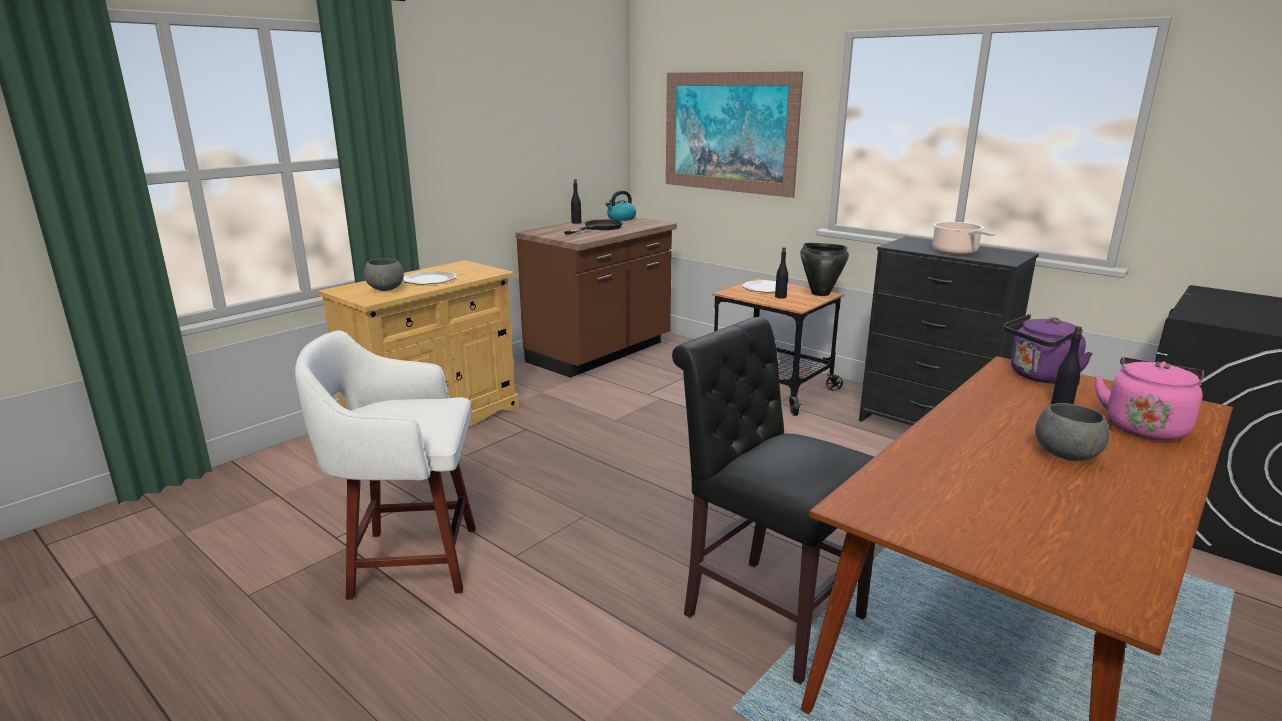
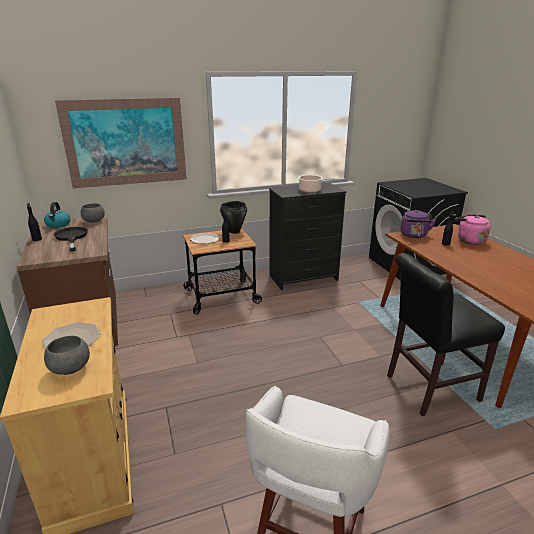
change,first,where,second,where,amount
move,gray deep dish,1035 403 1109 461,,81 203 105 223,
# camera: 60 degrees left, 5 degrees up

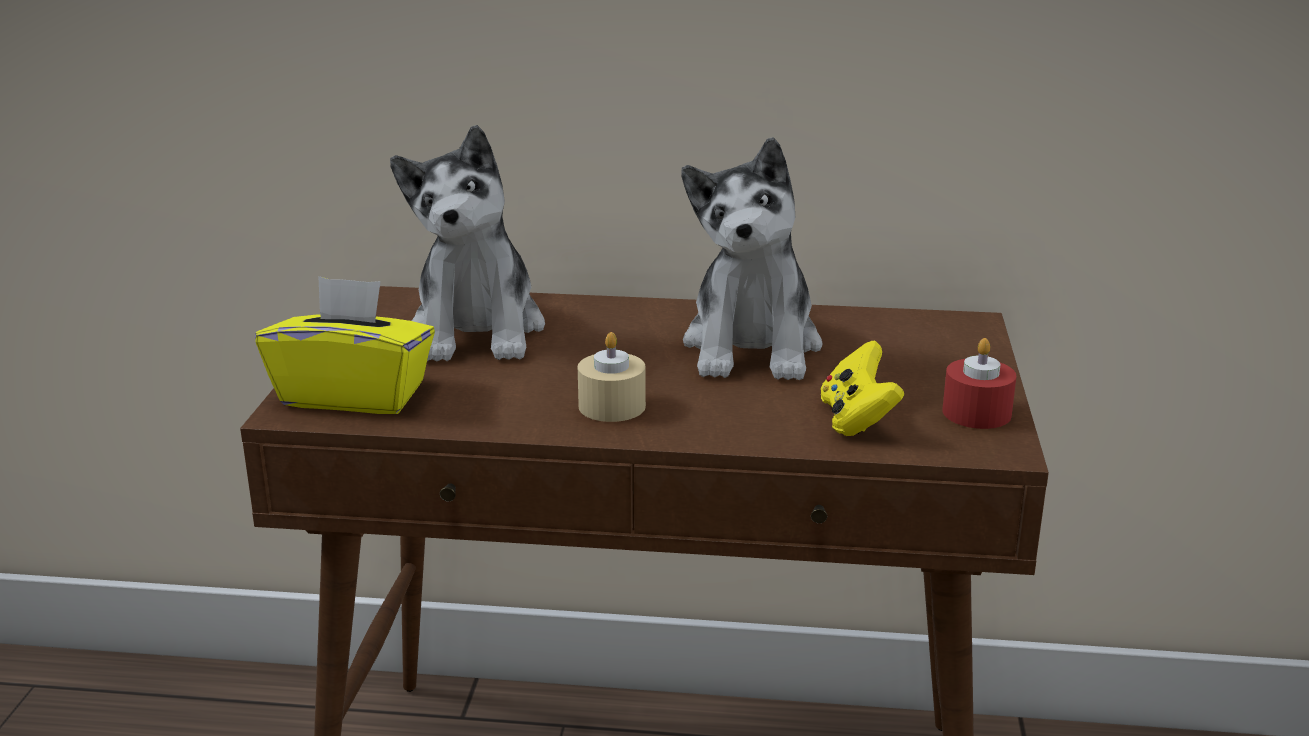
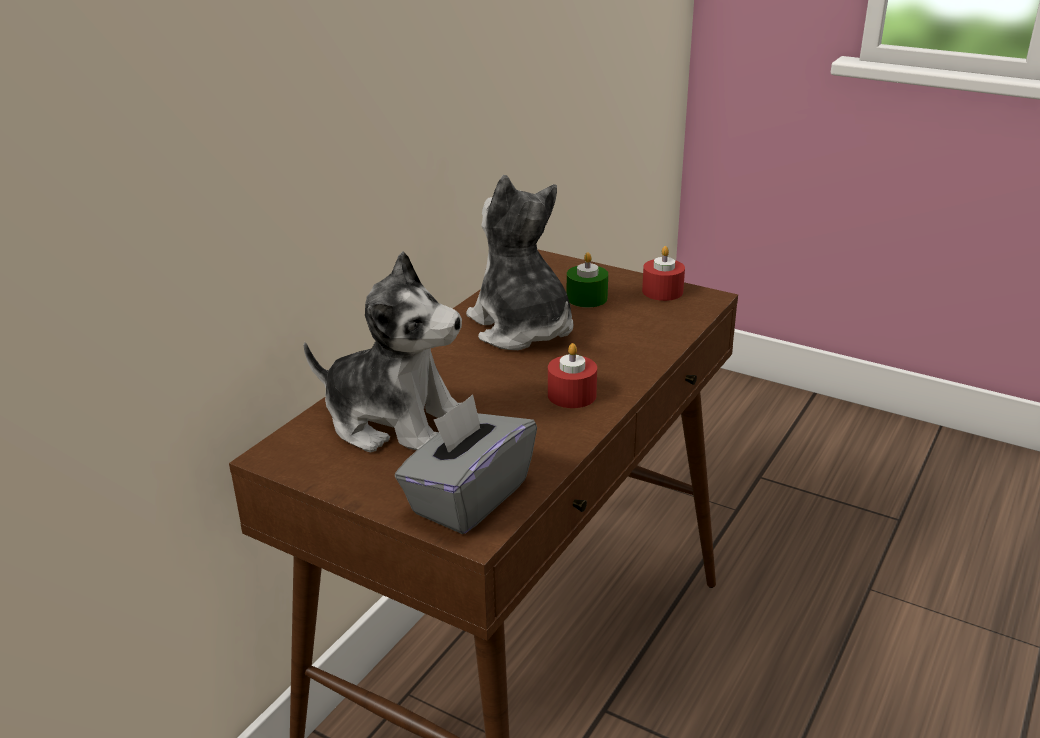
change,first,where,second,where,amount
recolor,yellow tissue box,255 276 435 414,gray tissue box,395 394 537 534,
rotate,cuddly toy,681 137 823 380,,466 175 573 350,150 degrees counterclockwise
recolor,beige-coloured candle,578 332 646 422,reddish candle,548 343 597 408,
insert,,,green candle,567 252 608 308,
delete,yellow gamepad,821 341 904 436,,,
# camera: 65 degrees left, 5 degrees up

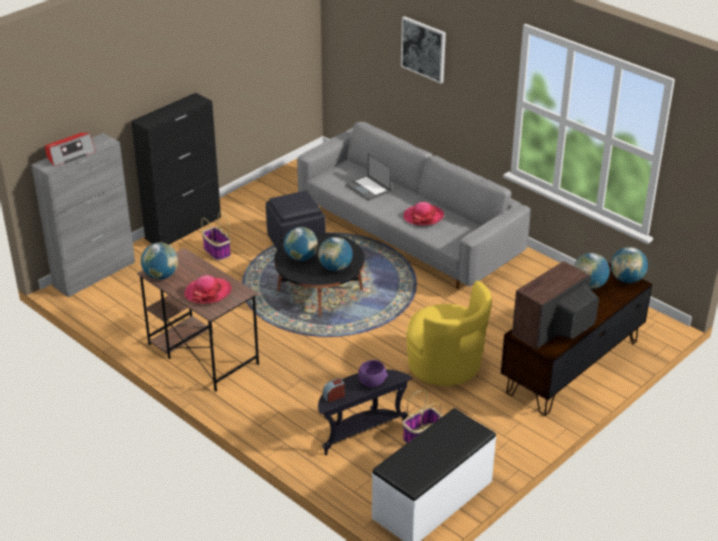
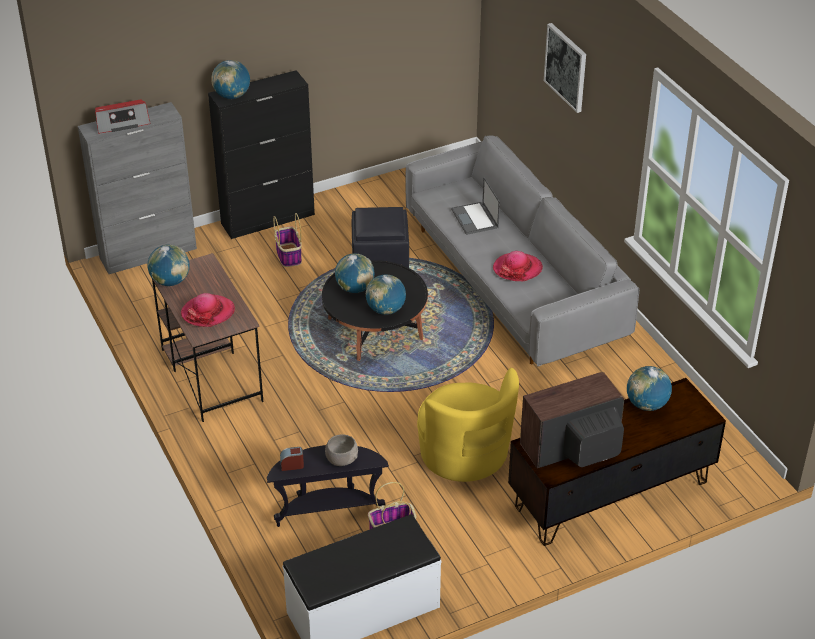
change,first,where,second,where,amount
move,globe,611 247 648 283,,211 60 250 99,
recolor,purplish deep dish,358 360 388 388,gray deep dish,325 435 358 466,
# camera: 20 degrees right, 5 degrees up

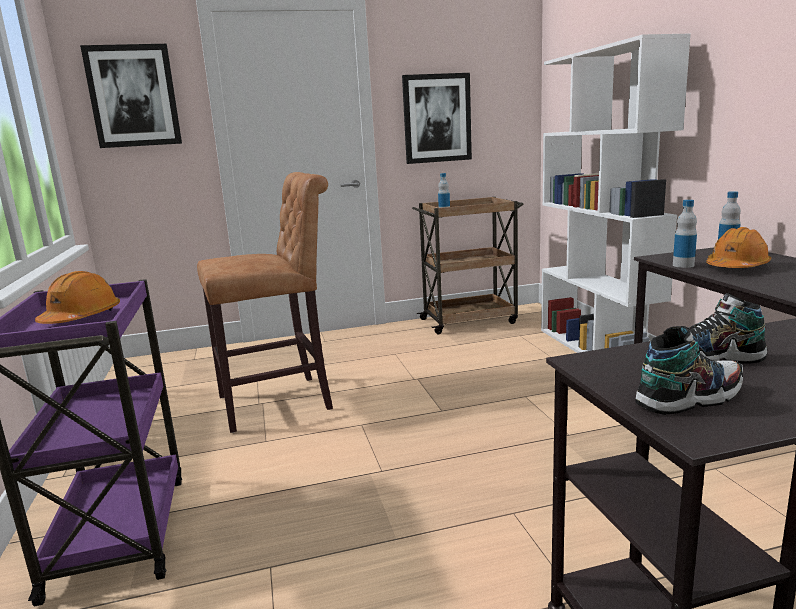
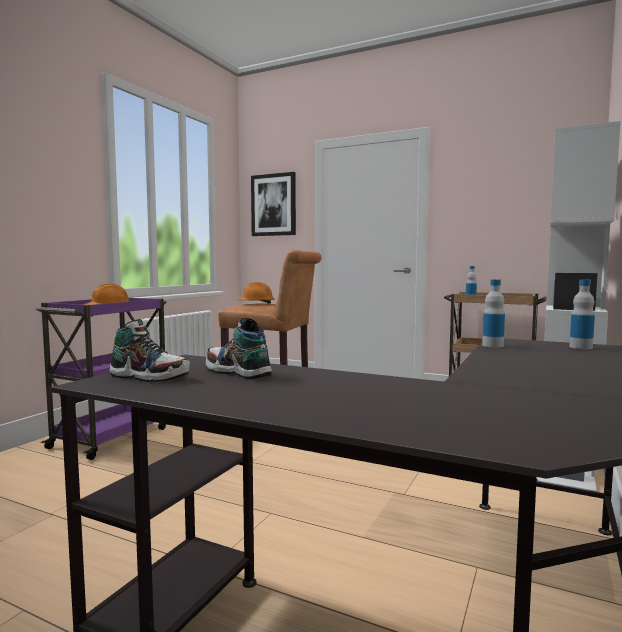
change,first,where,second,where,amount
move,orange-coloured work helmet,706 227 771 268,,237 282 275 304,
delete,wall picture,402 73 472 164,,,
# camera: 40 degrees right, 10 degrees down

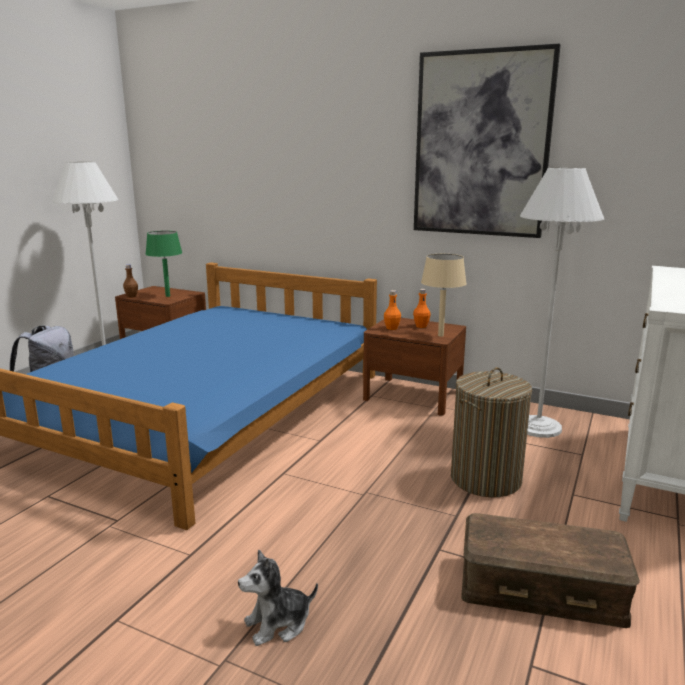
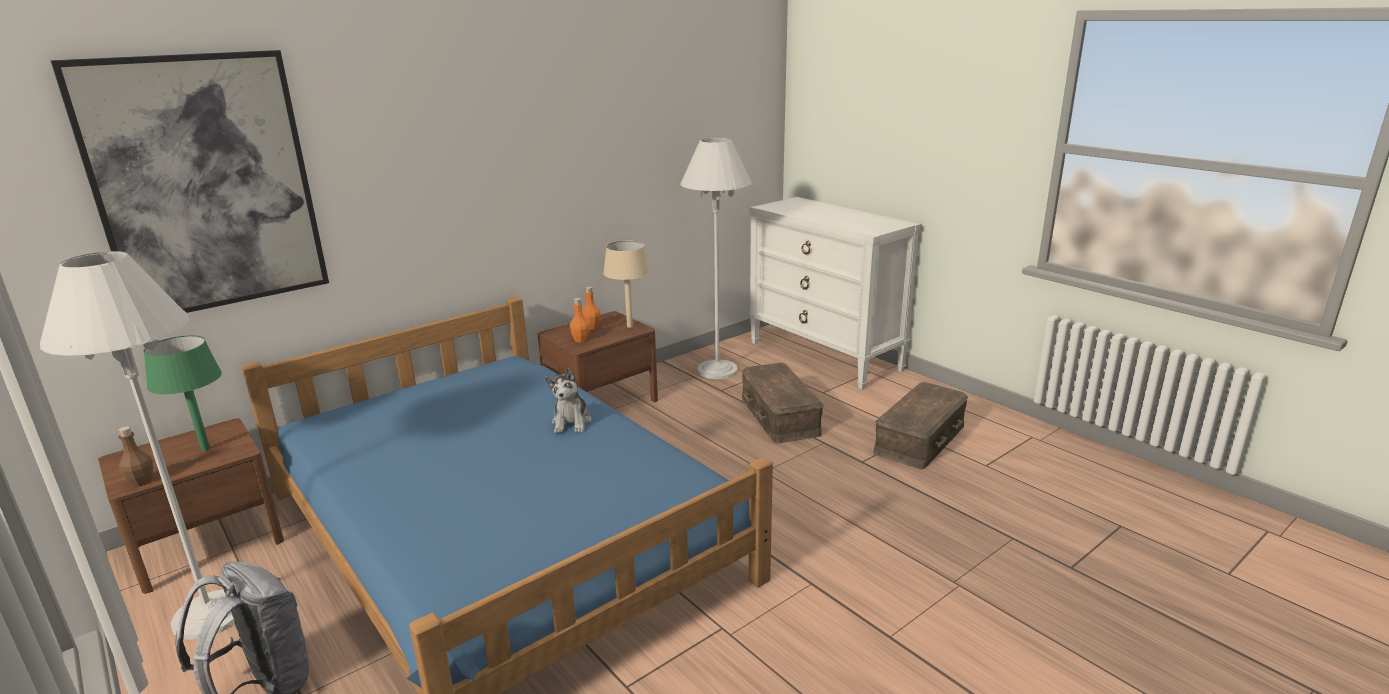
change,first,where,second,where,amount
move,wall picture,414 43 561 238,,50 50 329 313,
move,cuddly toy,238 550 318 646,,546 368 592 433,
replace,washing basket,451 367 532 497,brown storage container,742 363 823 443,
# camera: 65 degrees left, 5 degrees up

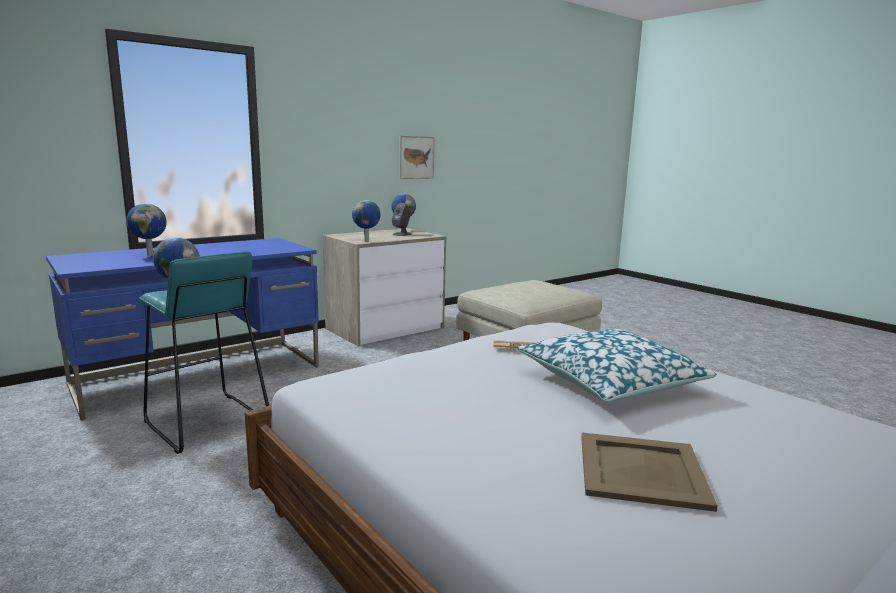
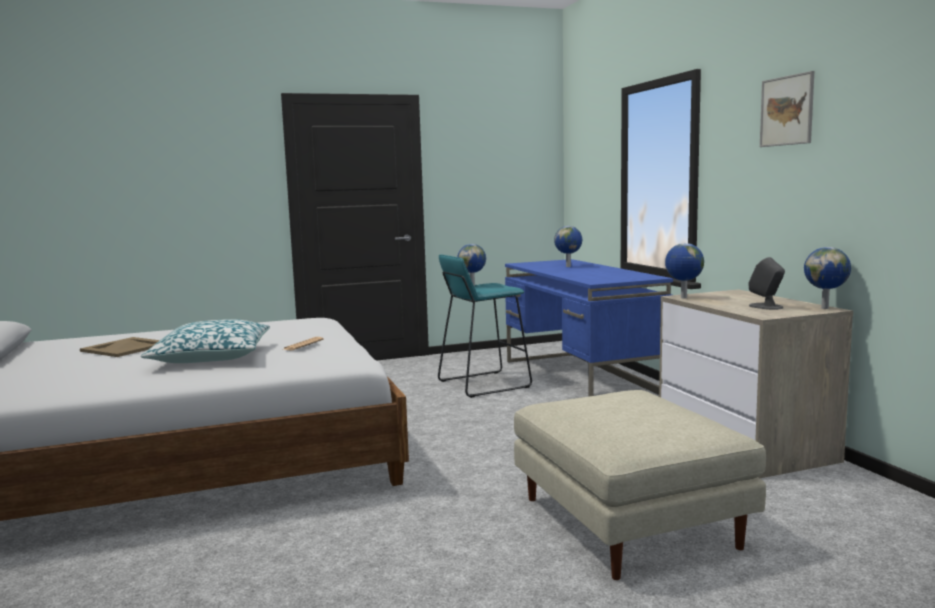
change,first,where,second,where,amount
move,wall picture,399 136 434 179,,760 71 814 147,
# camera: 110 degrees right, 5 degrees down

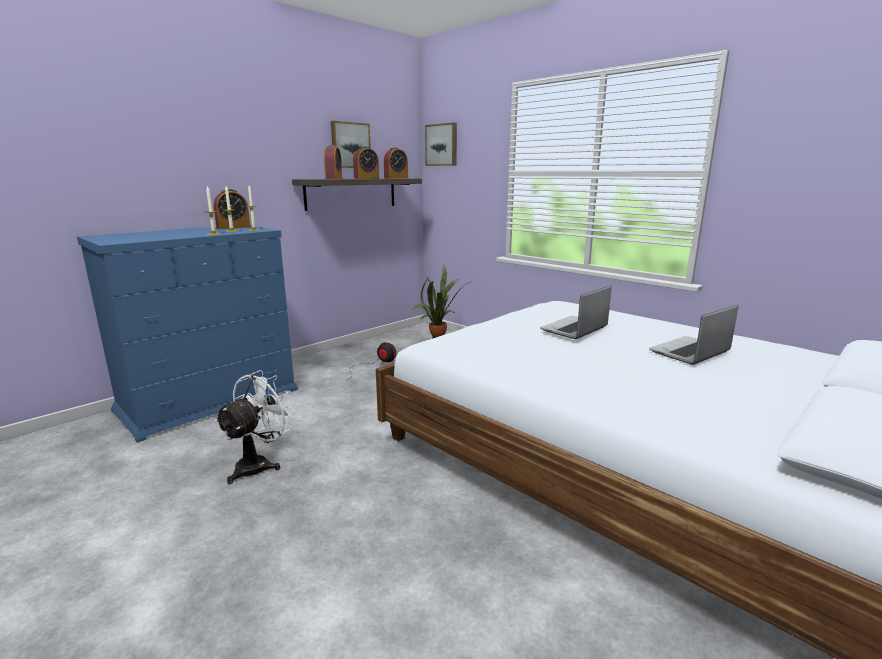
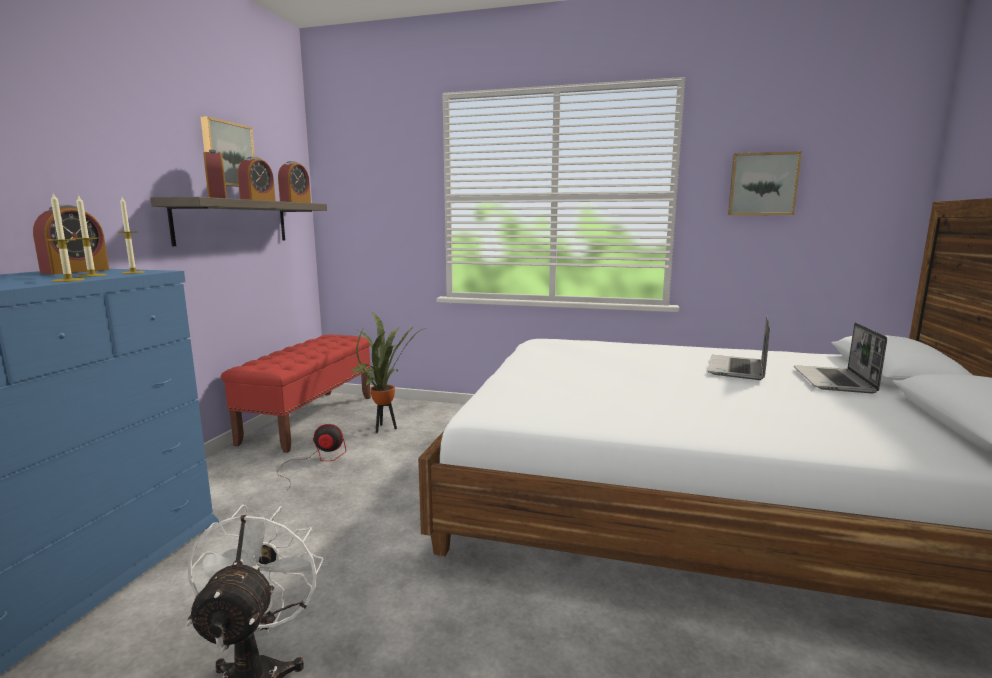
change,first,where,second,where,amount
insert,,,reddish indoor bench,221 335 371 453,
move,wall picture,425 123 457 166,,728 151 802 215,
move,portable computer,540 285 612 339,,794 322 887 393,
# camera: 30 degrees left, 5 degrees down

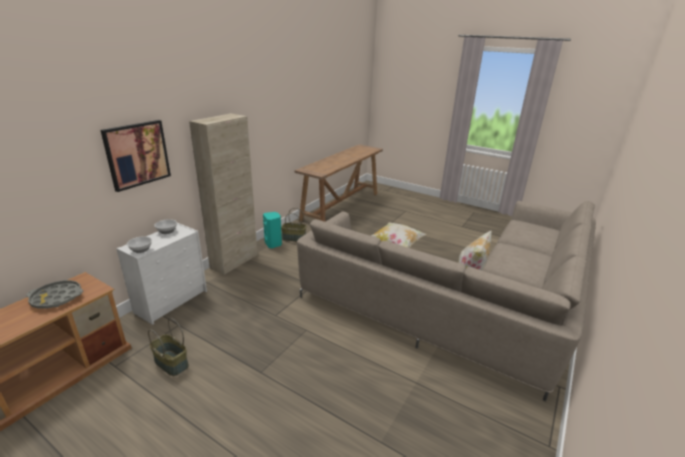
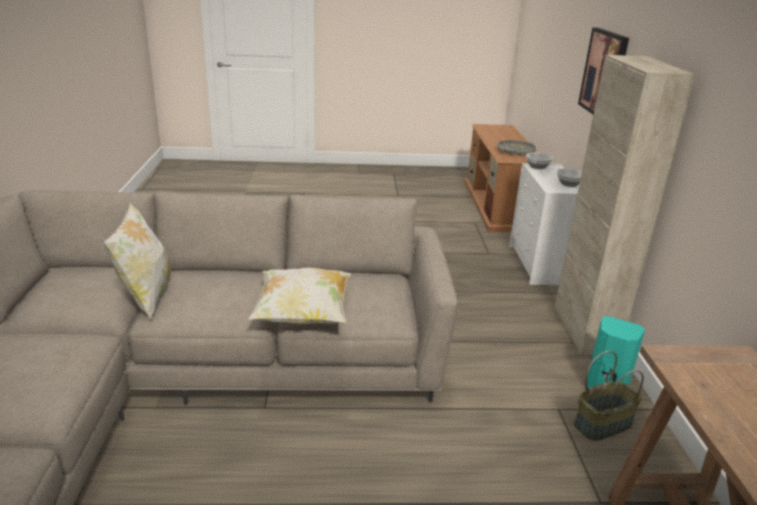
change,first,where,second,where,amount
delete,storage basket,148 318 189 376,,,
# camera: 145 degrees right, 0 degrees up

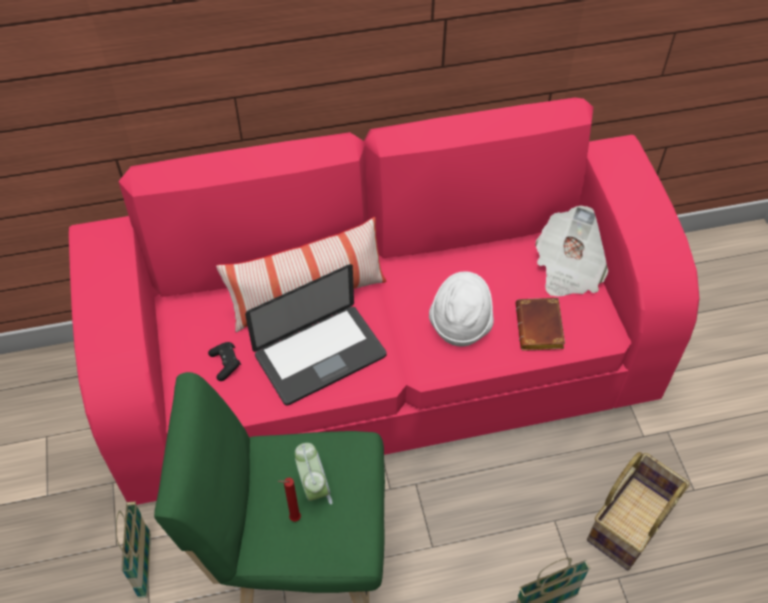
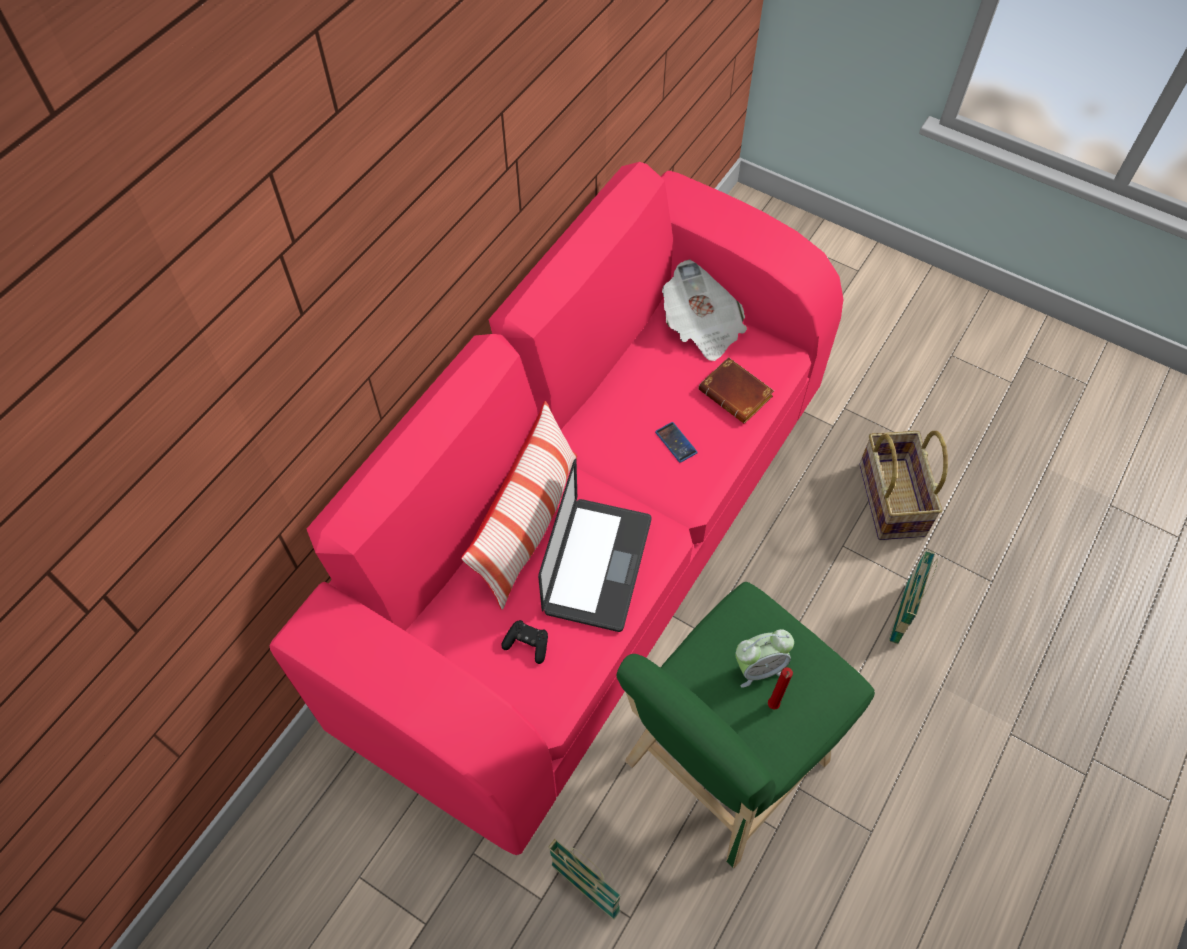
change,first,where,second,where,amount
replace,white-coloured clothing hat,429 271 494 346,handset,655 422 698 463,
rotate,alarm clock,295 443 333 505,,735 629 794 687,135 degrees clockwise
# camera: 45 degrees left, 5 degrees up

